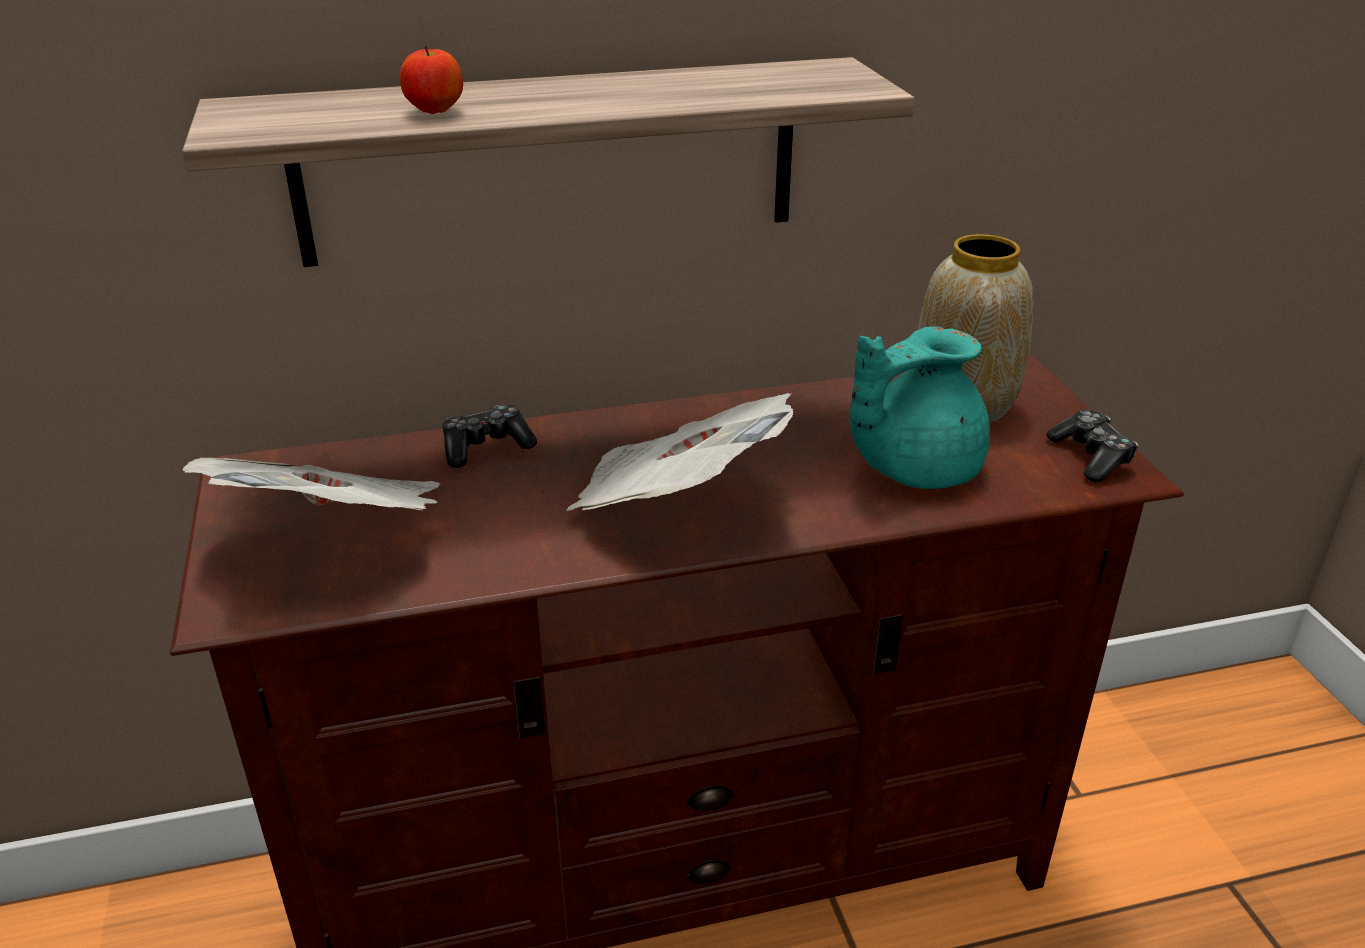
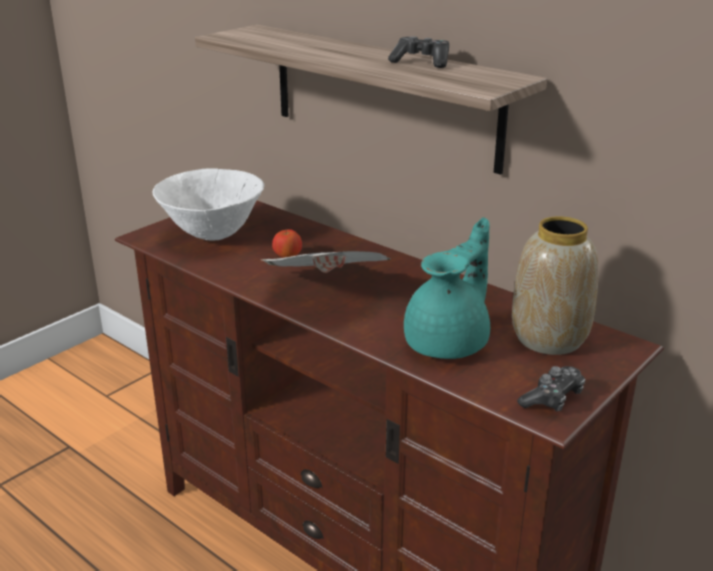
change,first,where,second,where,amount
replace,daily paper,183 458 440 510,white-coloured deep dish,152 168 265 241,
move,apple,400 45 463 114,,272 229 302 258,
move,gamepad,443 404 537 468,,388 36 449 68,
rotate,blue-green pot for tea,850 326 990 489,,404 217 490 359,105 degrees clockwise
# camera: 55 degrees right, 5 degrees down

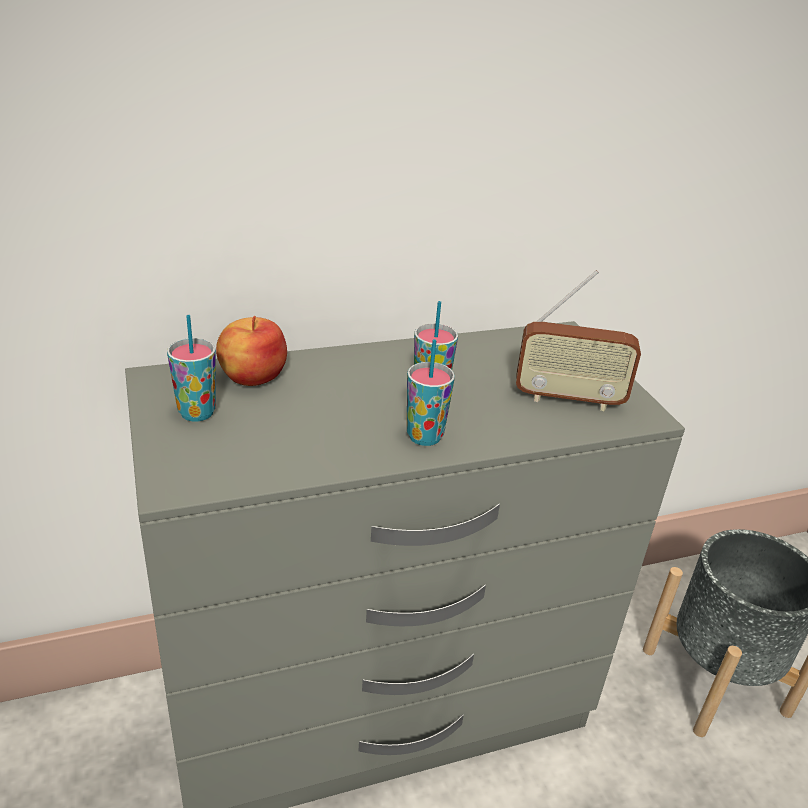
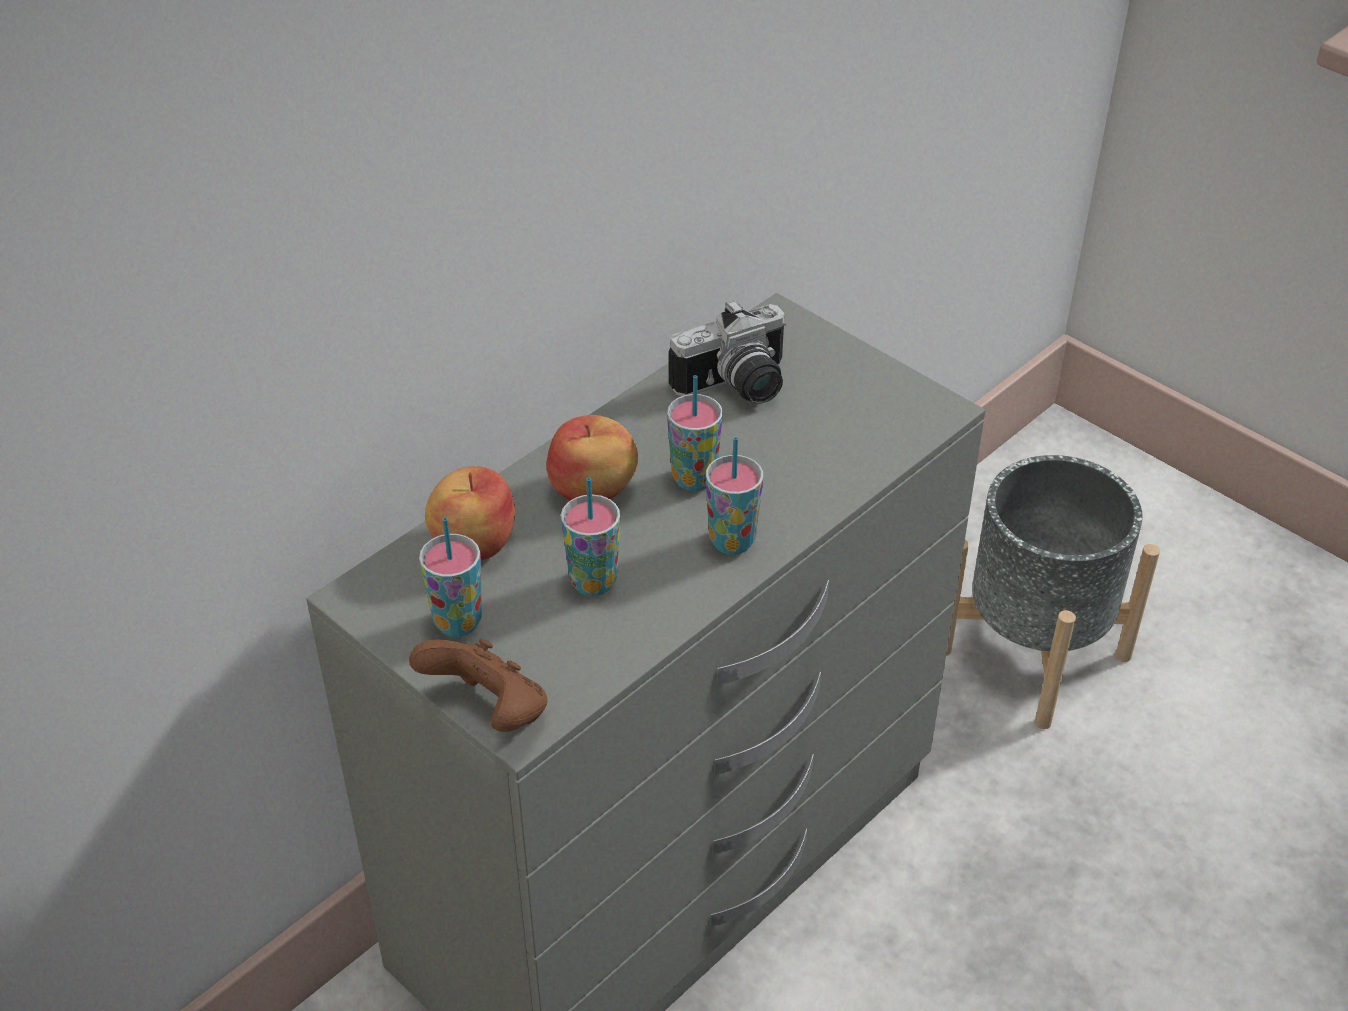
change,first,where,second,where,amount
insert,,,brown gamepad,409 639 548 732,
insert,,,apple,547 415 638 501,
insert,,,drinking cup,561 478 620 596,
insert,,,photo camera,669 300 786 404,
delete,radio receiver,516 270 641 411,,,
# camera: 25 degrees left, 10 degrees up

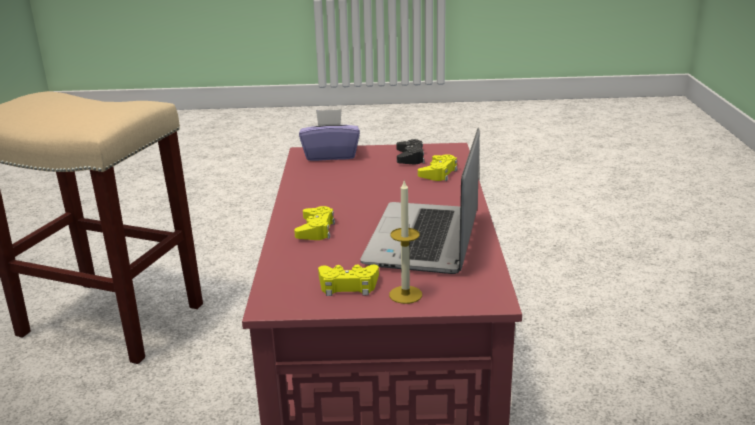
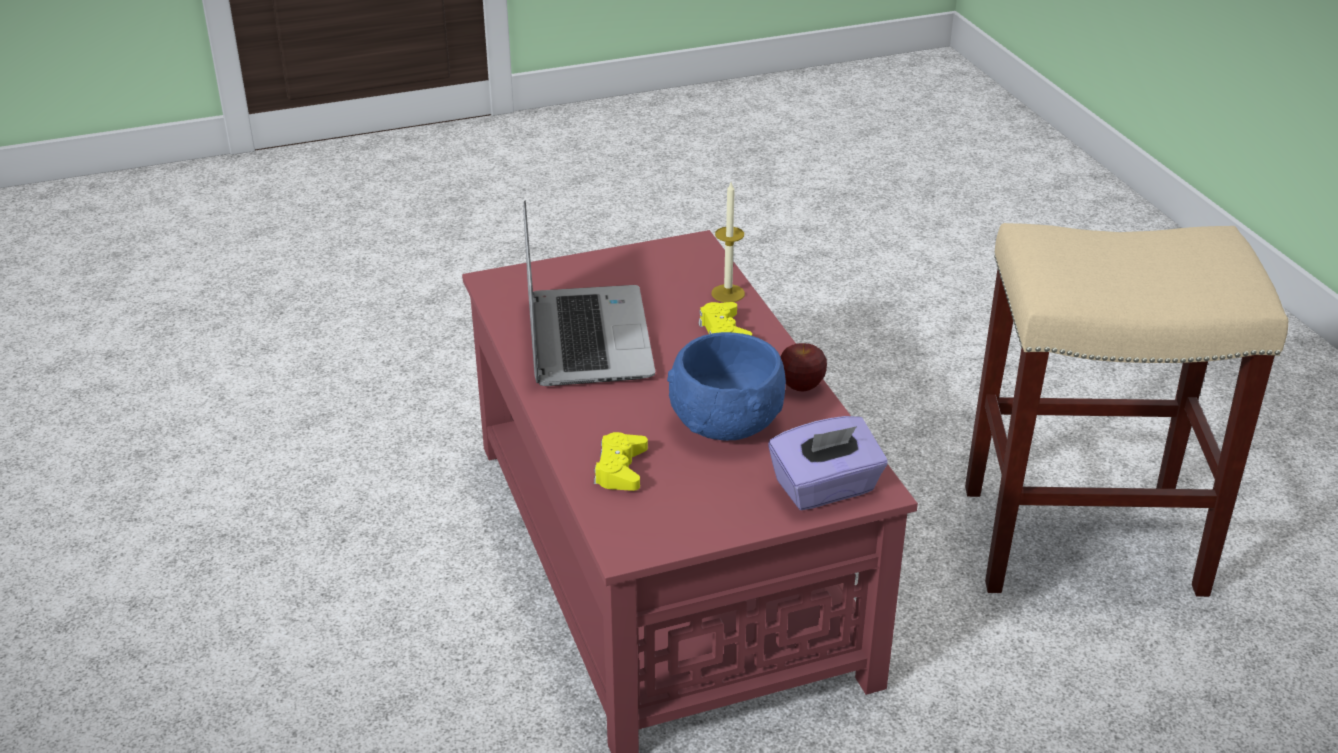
change,first,where,second,where,amount
insert,,,bluish deep dish,667 332 786 440,
move,candle,389 181 422 304,,711 182 745 302,
insert,,,apple,781 343 827 391,
delete,yellow gamepad,318 265 379 296,,,
delete,black gamepad,396 139 425 164,,,
# camera: 160 degrees right, 10 degrees up

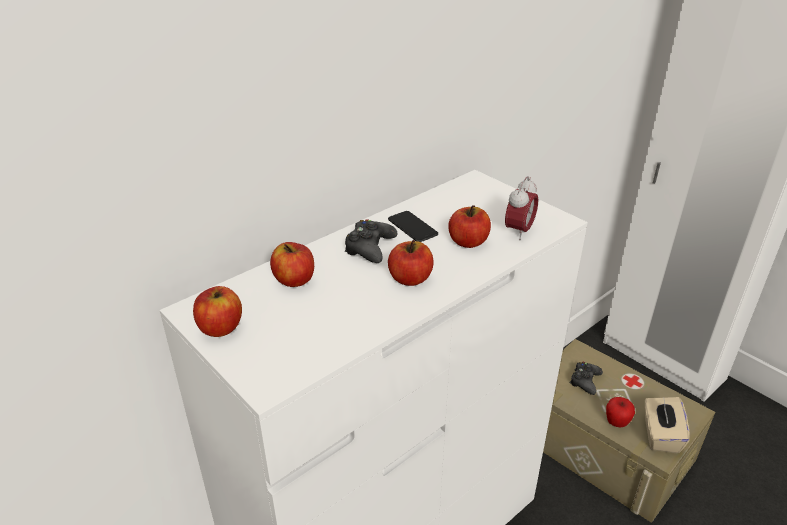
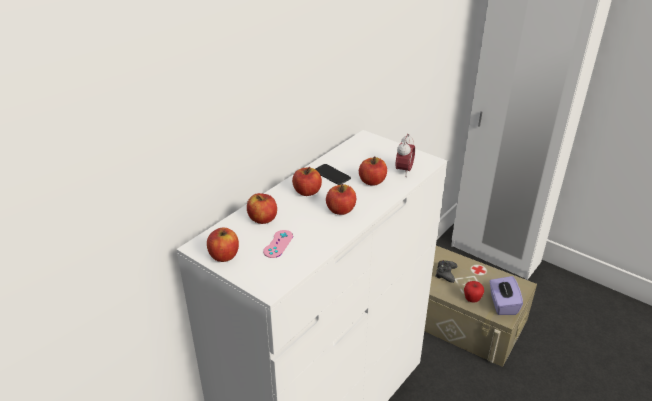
change,first,where,second,where,amount
insert,,,pinkish gamepad,263 230 293 258,
replace,black gamepad,345 219 398 263,apple,292 167 322 196,
recolor,beige-coloured tissue box,645 397 689 453,purplish tissue box,490 276 523 315,
# camera: 10 degrees left, 0 degrees up

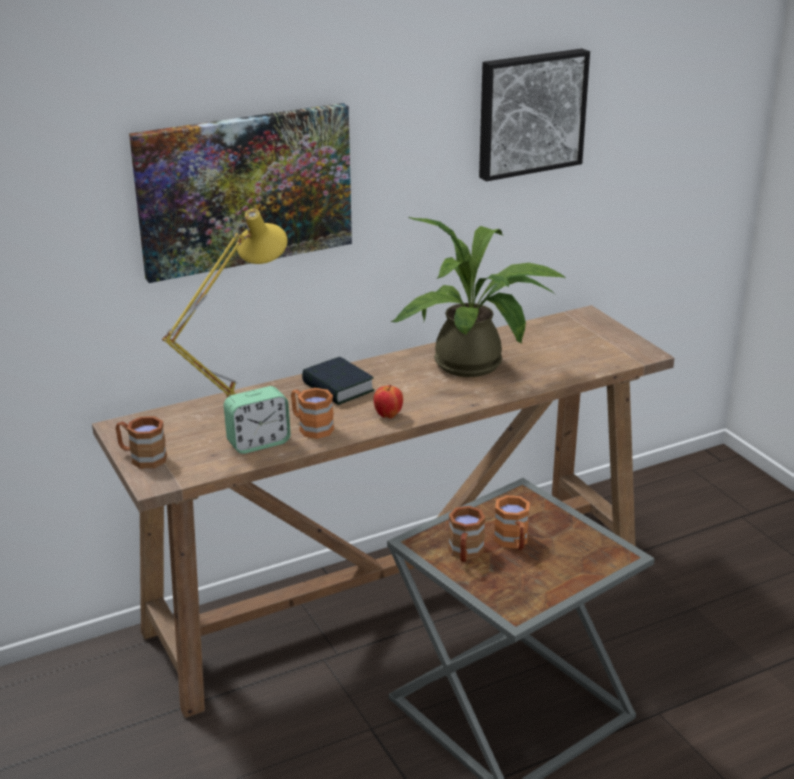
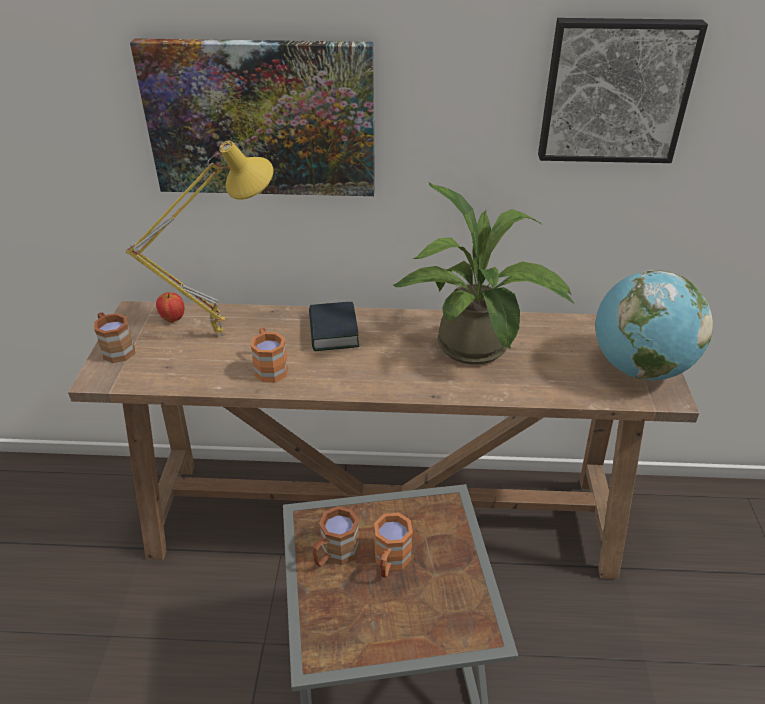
change,first,where,second,where,amount
move,apple,374 385 403 419,,156 292 184 323,
insert,,,globe,595 270 713 380,
delete,alarm clock,224 386 291 454,,,
# camera: 30 degrees right, 10 degrees up

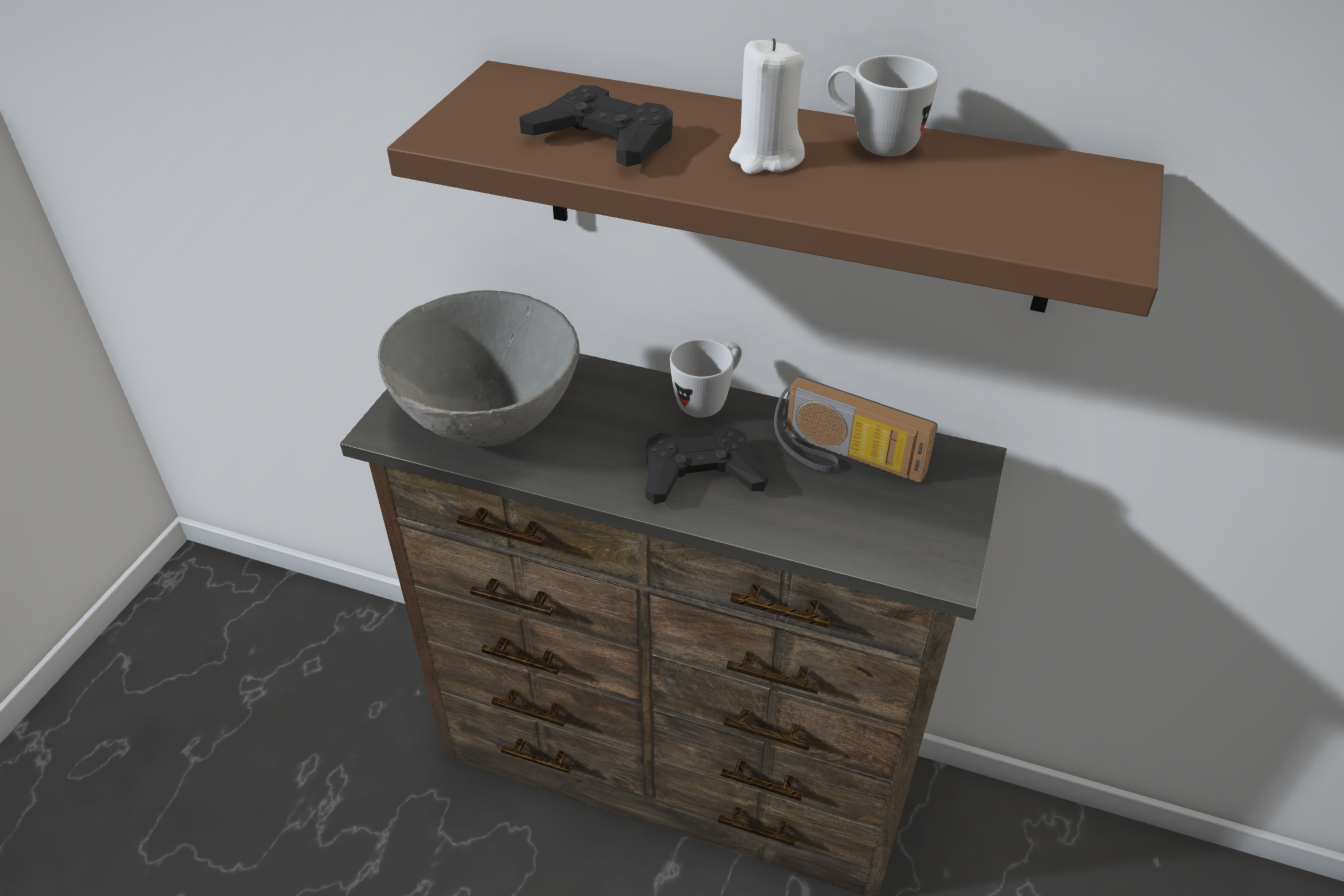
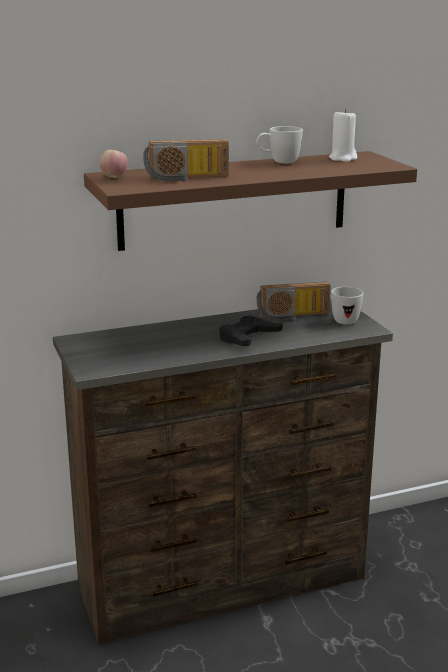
change,first,where,second,where,amount
insert,,,apple,100 150 128 178,
replace,black gamepad,519 85 673 167,radio receiver,143 139 229 182,
move,white-coloured candle,729 38 805 174,,329 109 357 162,
move,white-coloured mug,670 339 742 418,,331 287 363 325,
delete,gray deep dish,378 290 580 446,,,
# camera: 40 degrees left, 20 degrees down

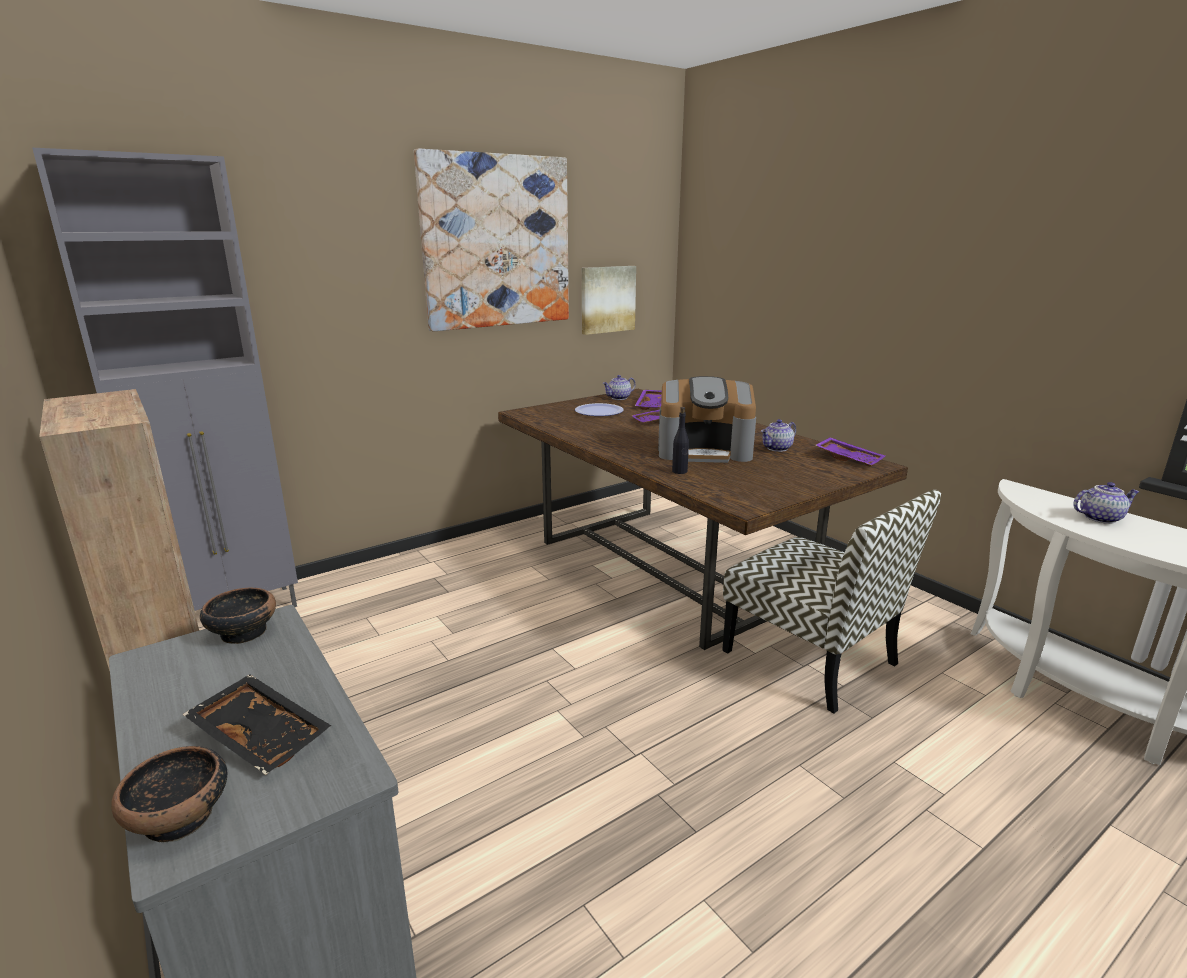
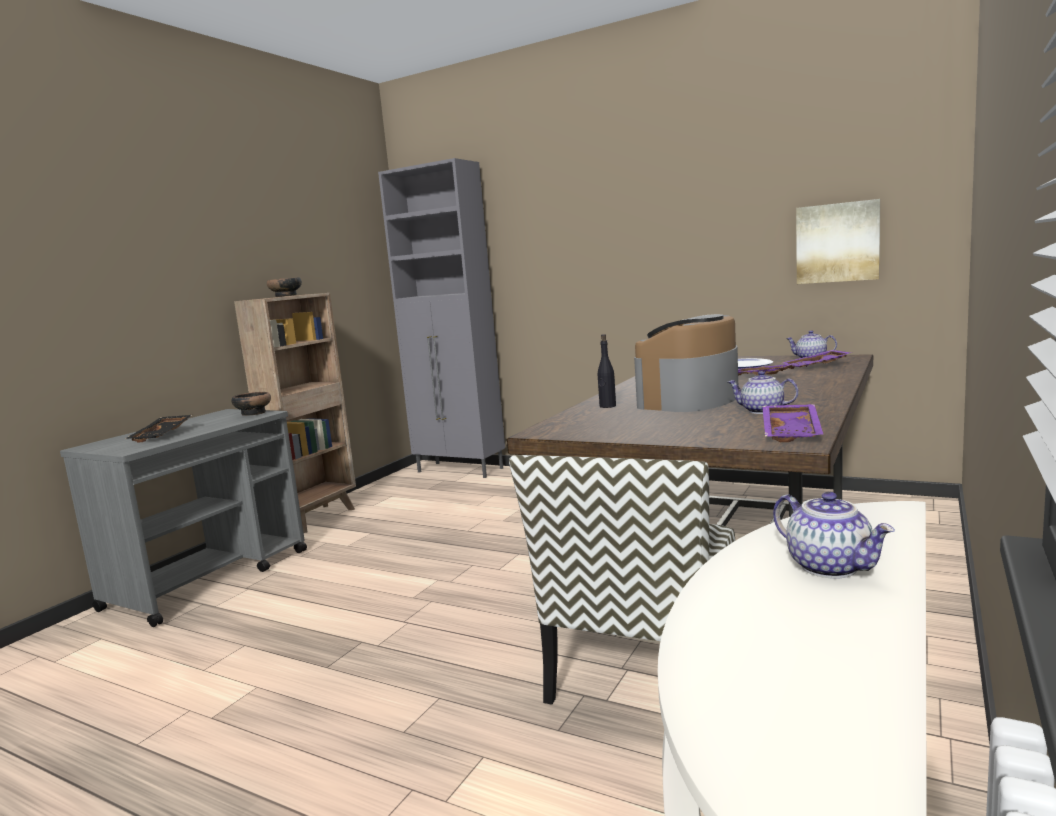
change,first,where,second,where,amount
move,deep dish,111 746 227 843,,267 277 302 297,
rotate,coffee machine,658 376 756 463,,634 314 738 412,60 degrees clockwise
delete,wall picture,414 149 569 332,,,
# camera: 65 degrees right, 10 degrees down

